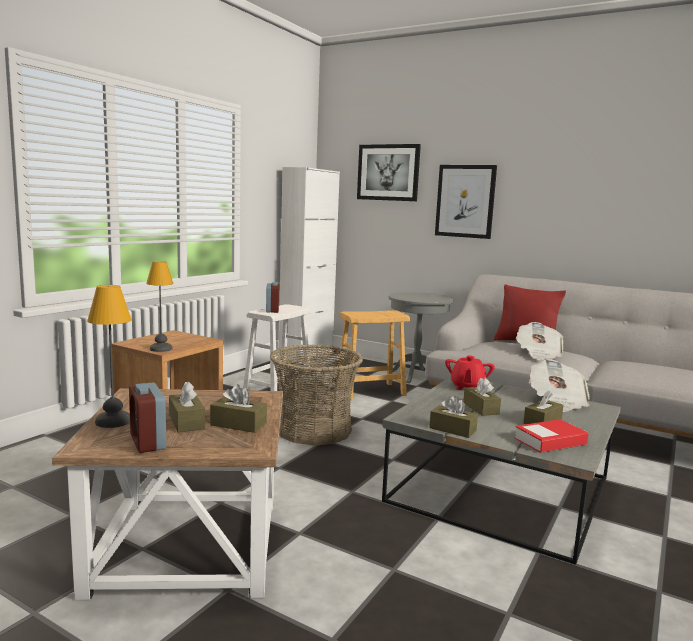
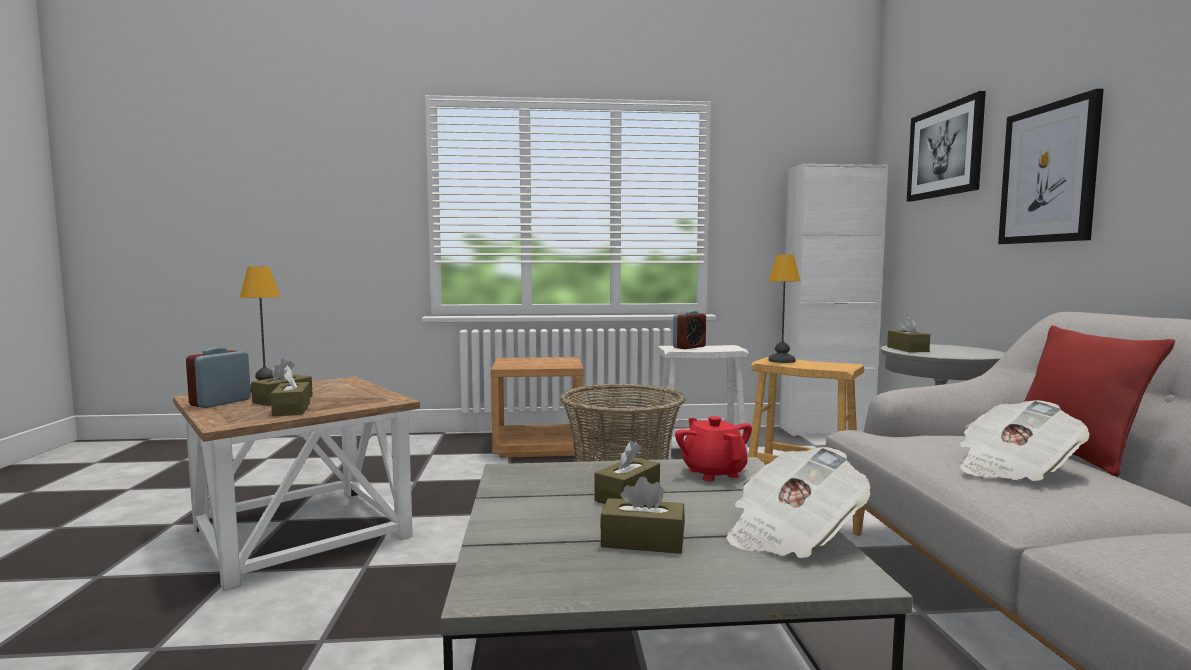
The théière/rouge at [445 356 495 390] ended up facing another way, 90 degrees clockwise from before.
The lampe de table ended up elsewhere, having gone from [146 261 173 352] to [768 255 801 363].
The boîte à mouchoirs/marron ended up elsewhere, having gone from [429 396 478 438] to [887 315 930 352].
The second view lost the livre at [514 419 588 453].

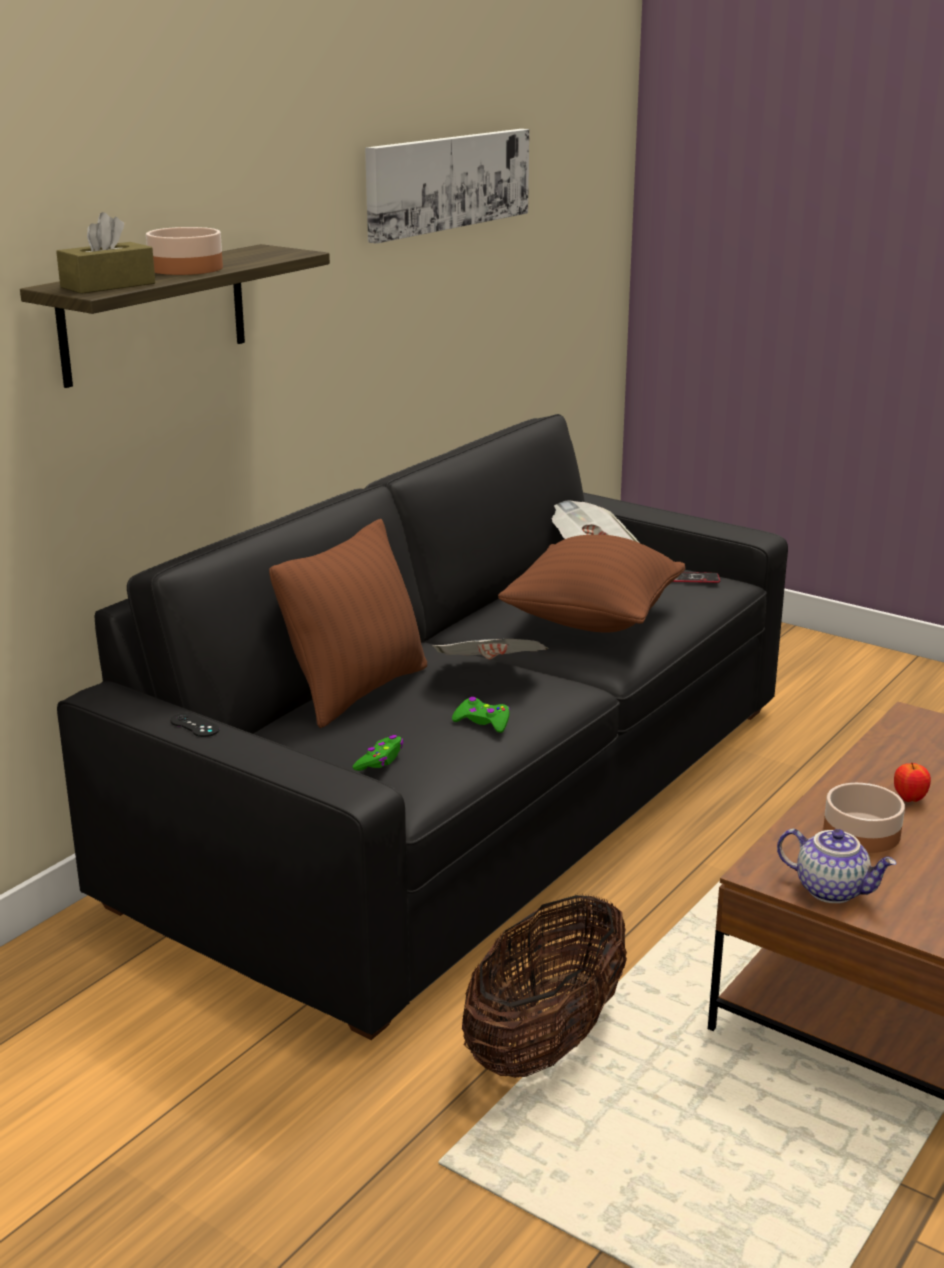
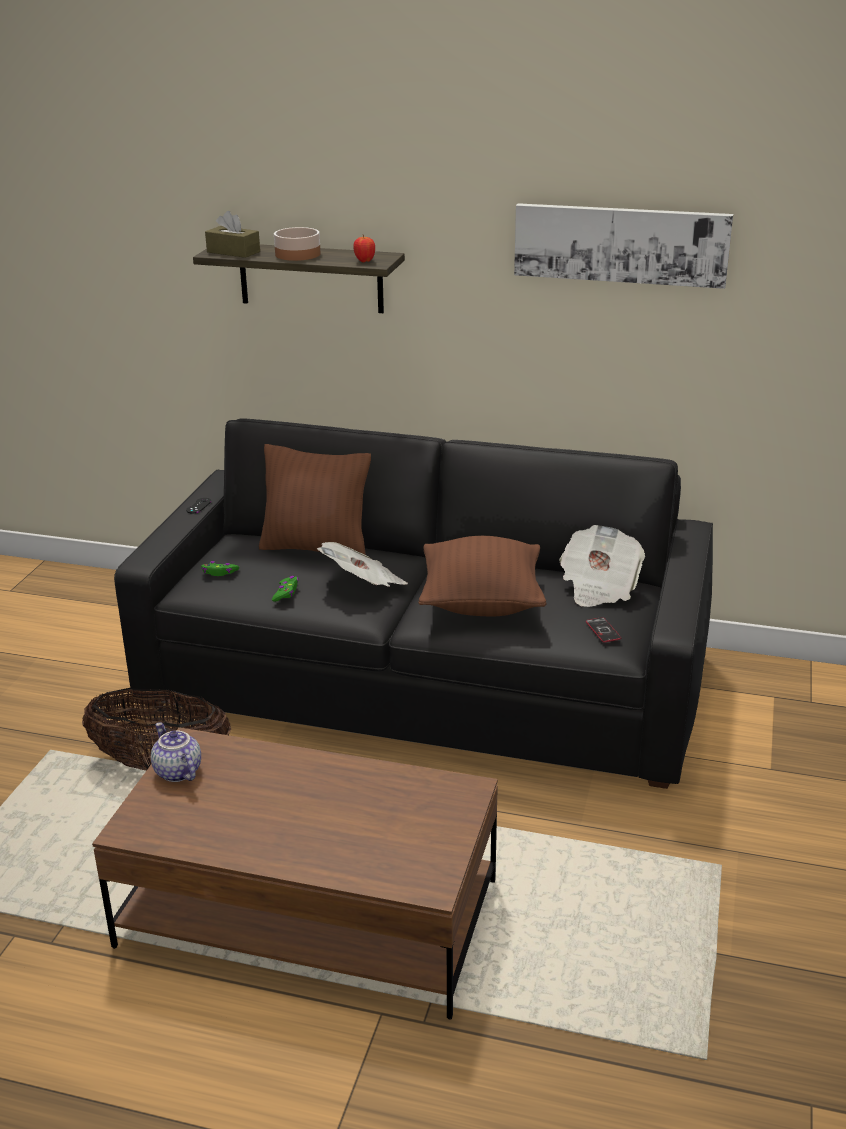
The théière at [777 829 897 903] ended up facing another way, 135 degrees clockwise from before.
The pomme ended up elsewhere, having gone from [894 763 931 802] to [353 235 375 262].
The second view lost the bol at [823 783 905 853].

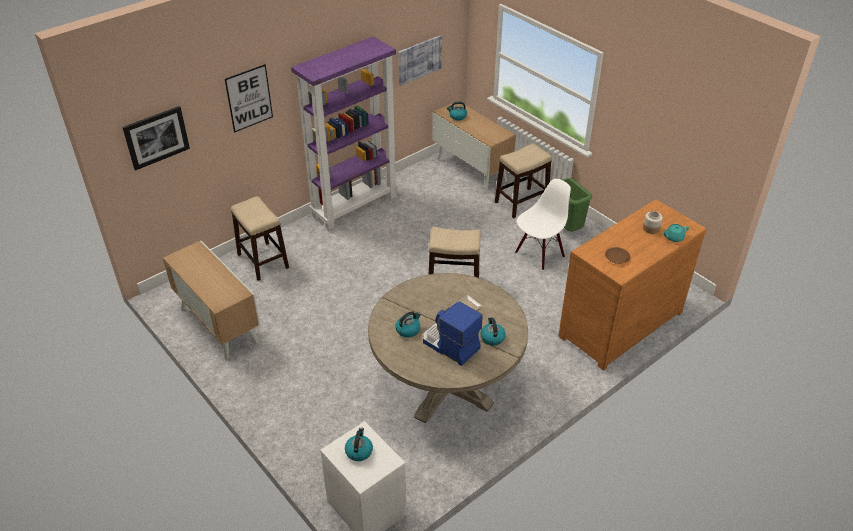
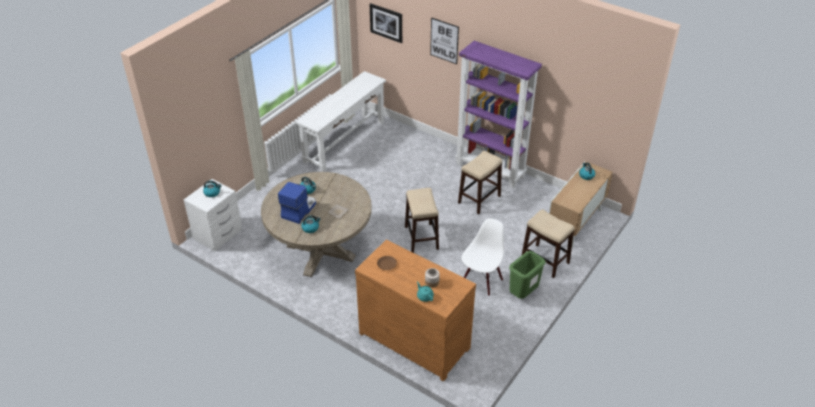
Where the meuble de rangement stood at [163 241 260 360], the table console/blanc came to stand at [296 71 386 172].
The tabouret ended up elsewhere, having gone from [231 196 289 281] to [458 151 502 214].
The chaise/blanc at [515 179 571 270] ended up facing another way, 90 degrees counterclockwise from before.
The second view lost the tableau at [398 35 442 85].

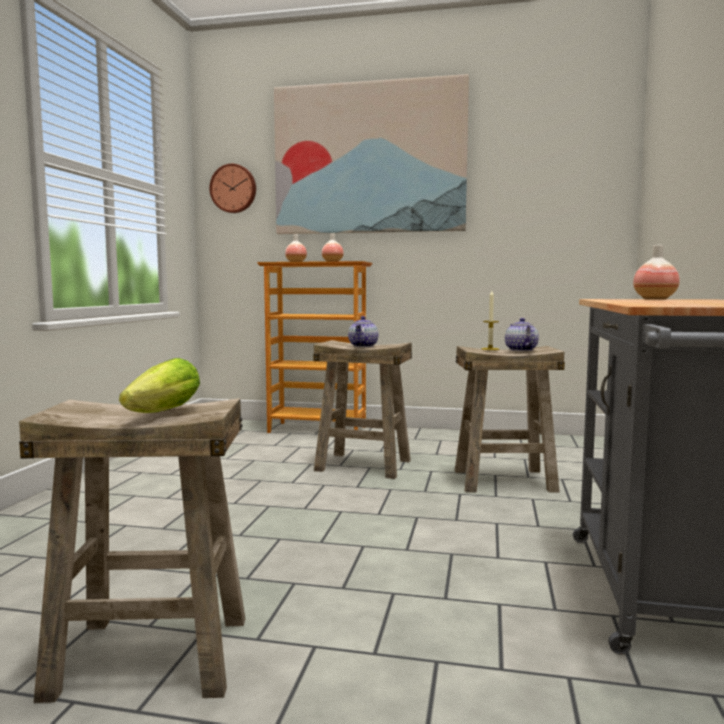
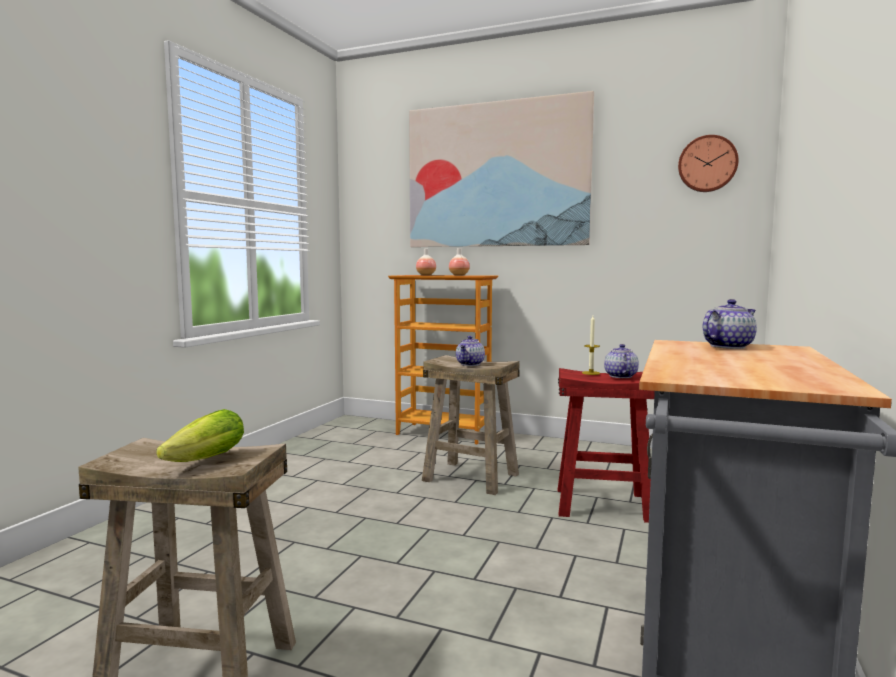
What was the tabouret/beige at [454 346 565 493] turned into the tabouret/rouge at [558 368 655 523].
The horloge murale ended up elsewhere, having gone from [209 164 256 213] to [678 135 739 192].
Where the vase stood at [633 245 680 300], the théière came to stand at [703 299 757 349].

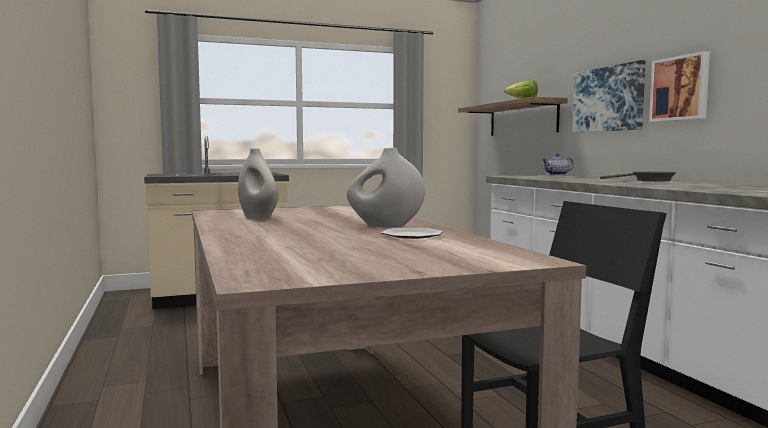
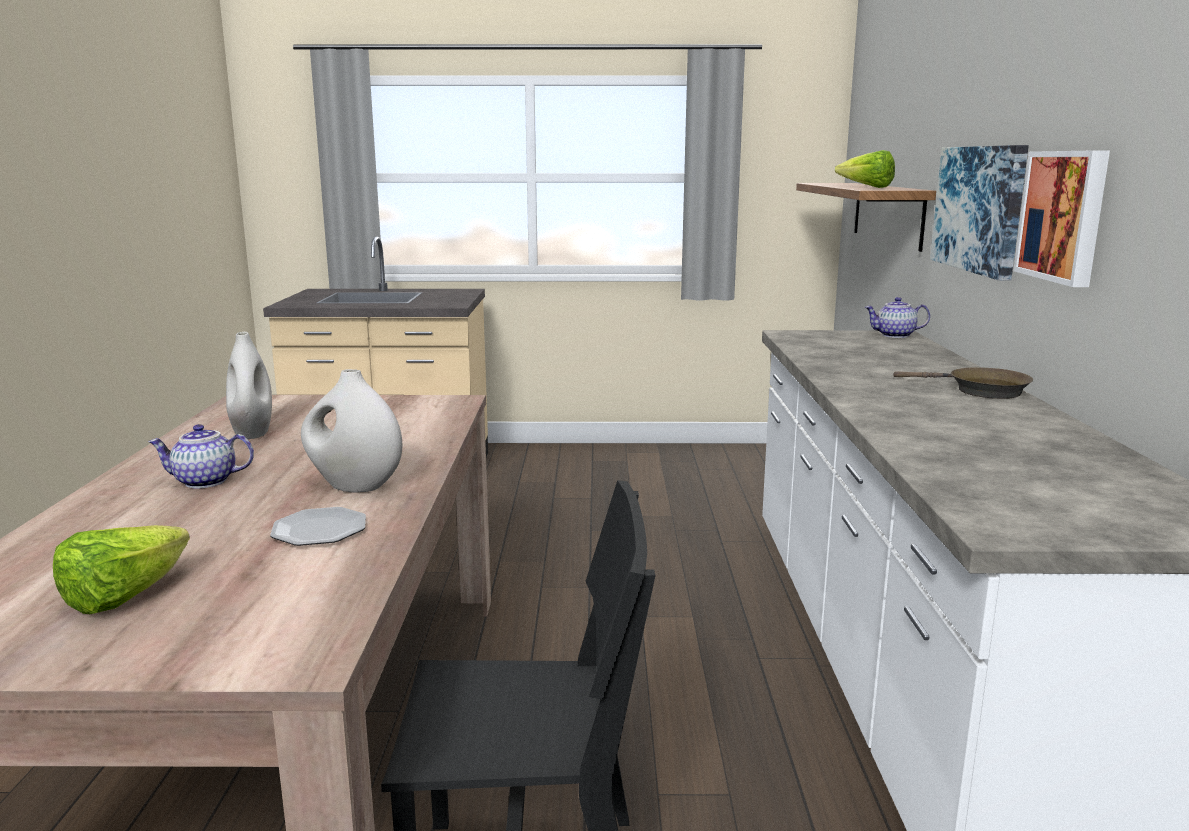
The second view gained the laitue at [53 525 190 614].
The second view gained the théière at [148 424 254 488].

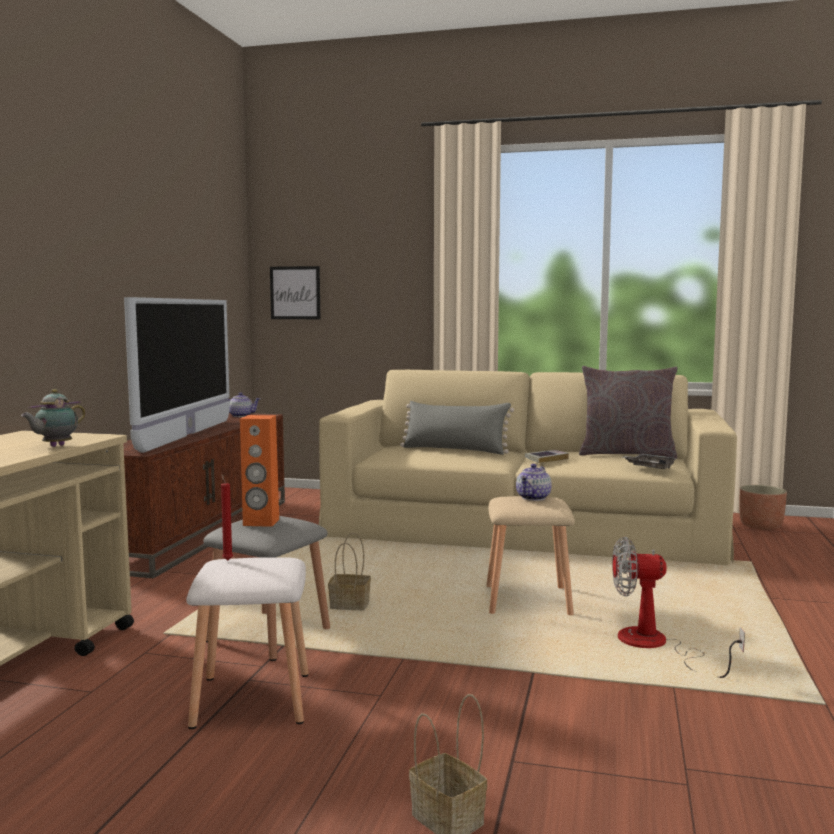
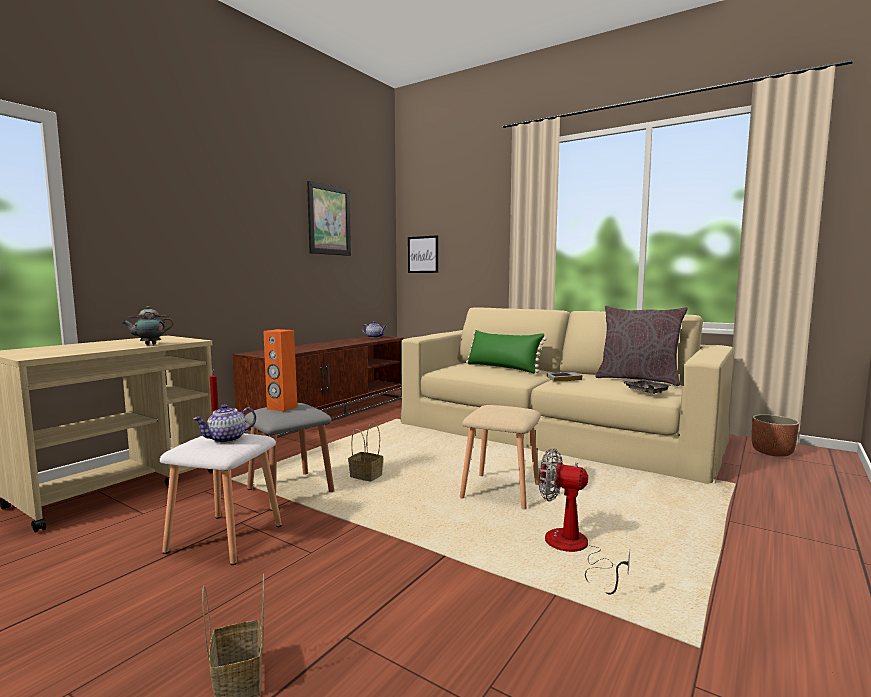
The théière ended up elsewhere, having gone from [516 464 552 501] to [193 404 256 443].
The second view gained the tableau at [307 181 351 256].
What was the coussin/gris at [400 401 514 455] turned into the coussin/vert at [466 330 547 374].
The second view lost the téléviseur at [124 297 230 453].

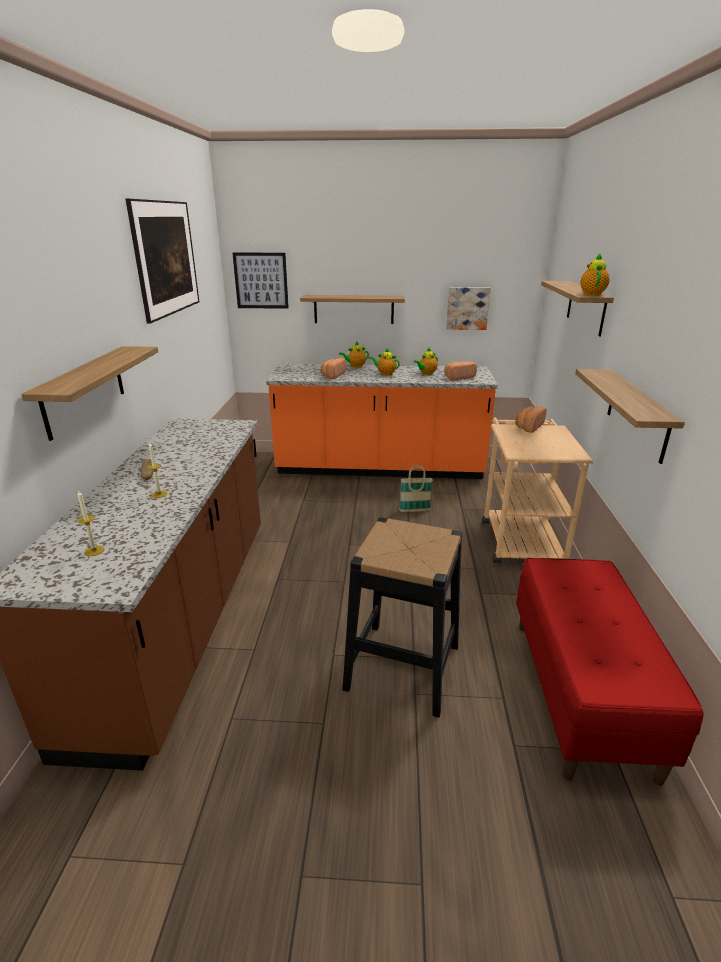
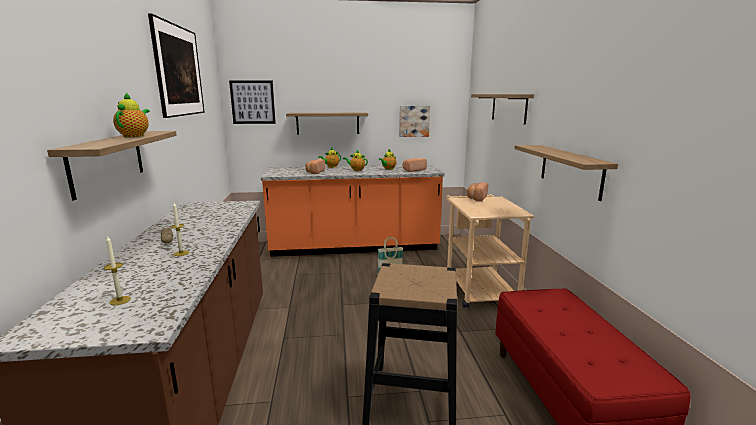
The théière ended up elsewhere, having gone from [580 254 610 295] to [113 93 150 137].

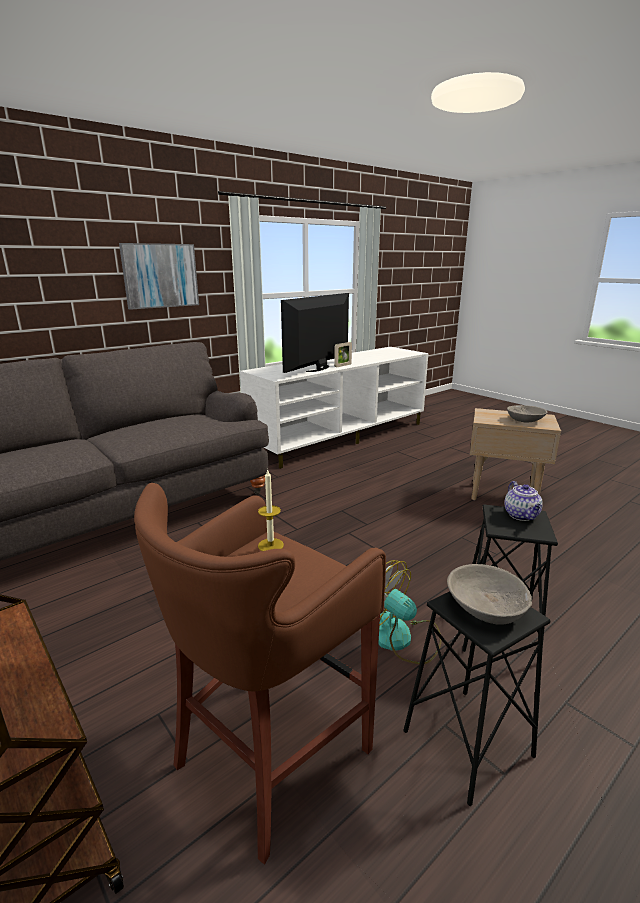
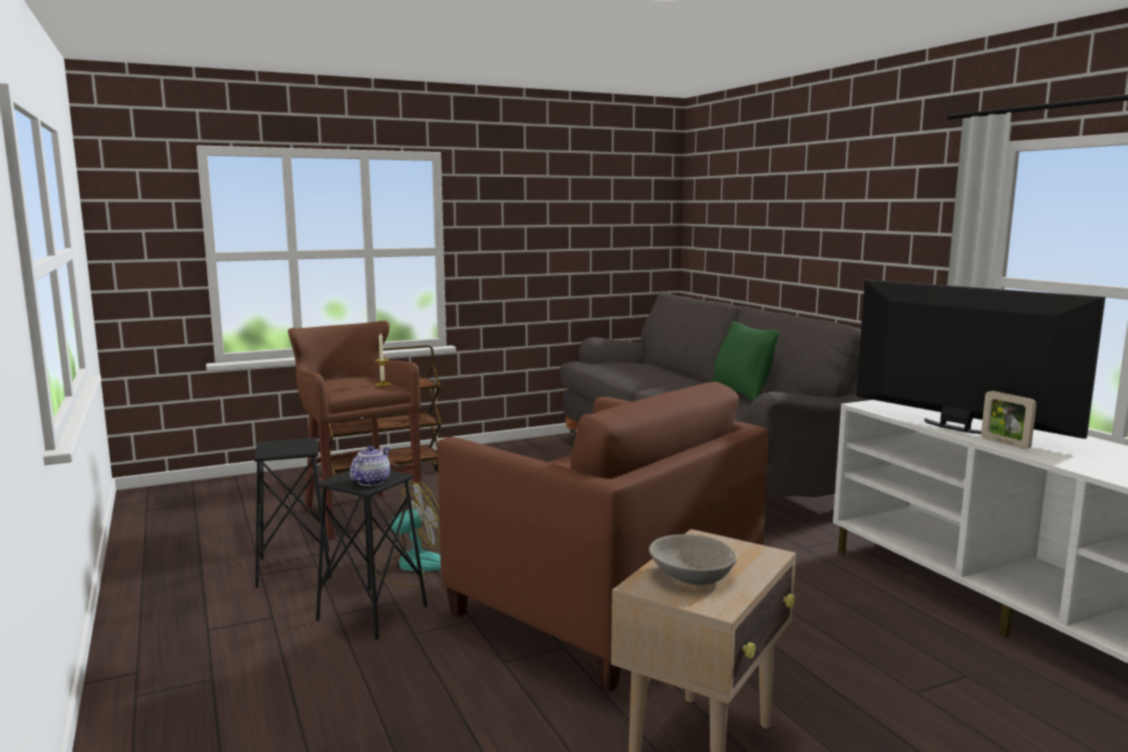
The théière at [504 481 543 521] ended up facing another way, 105 degrees clockwise from before.
The second view gained the fauteuil/marron at [438 382 768 692].
The second view gained the coussin/vert at [712 321 780 401].
The second view lost the tableau at [119 243 199 310].
The second view lost the bol/gris at [447 564 532 624].

